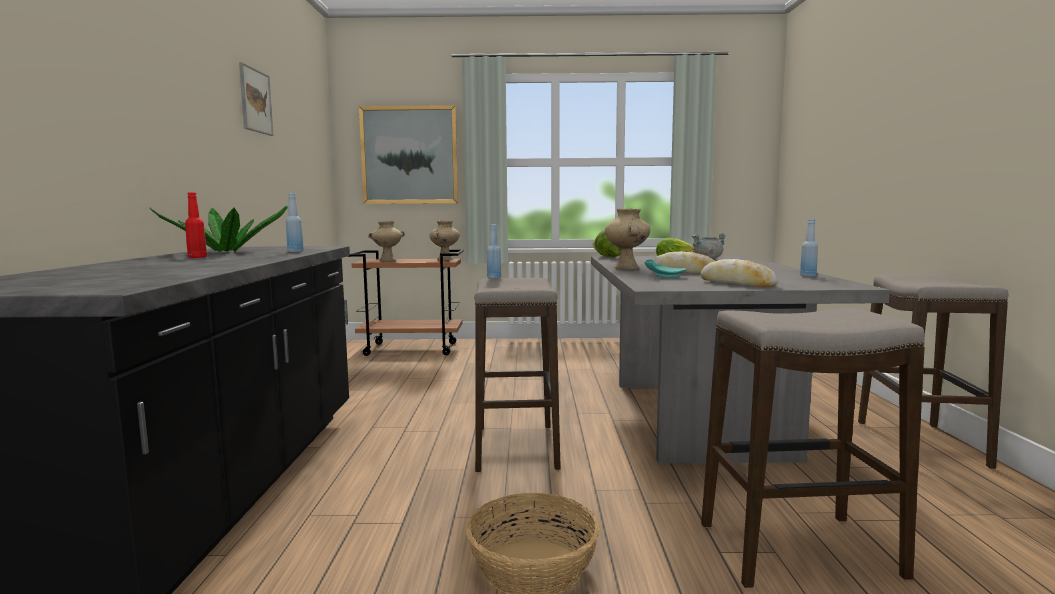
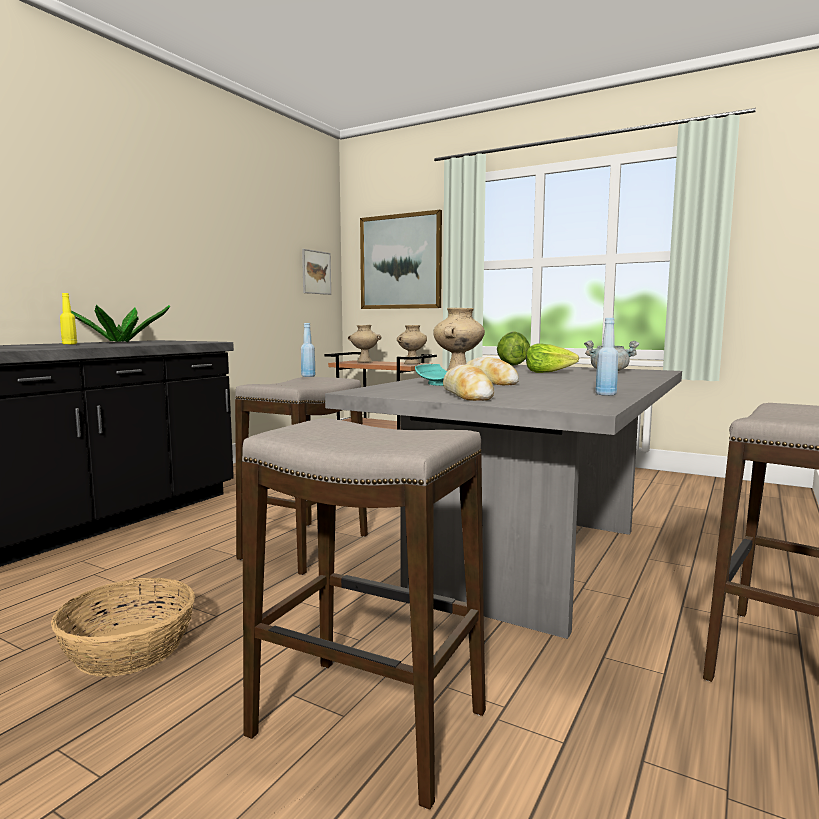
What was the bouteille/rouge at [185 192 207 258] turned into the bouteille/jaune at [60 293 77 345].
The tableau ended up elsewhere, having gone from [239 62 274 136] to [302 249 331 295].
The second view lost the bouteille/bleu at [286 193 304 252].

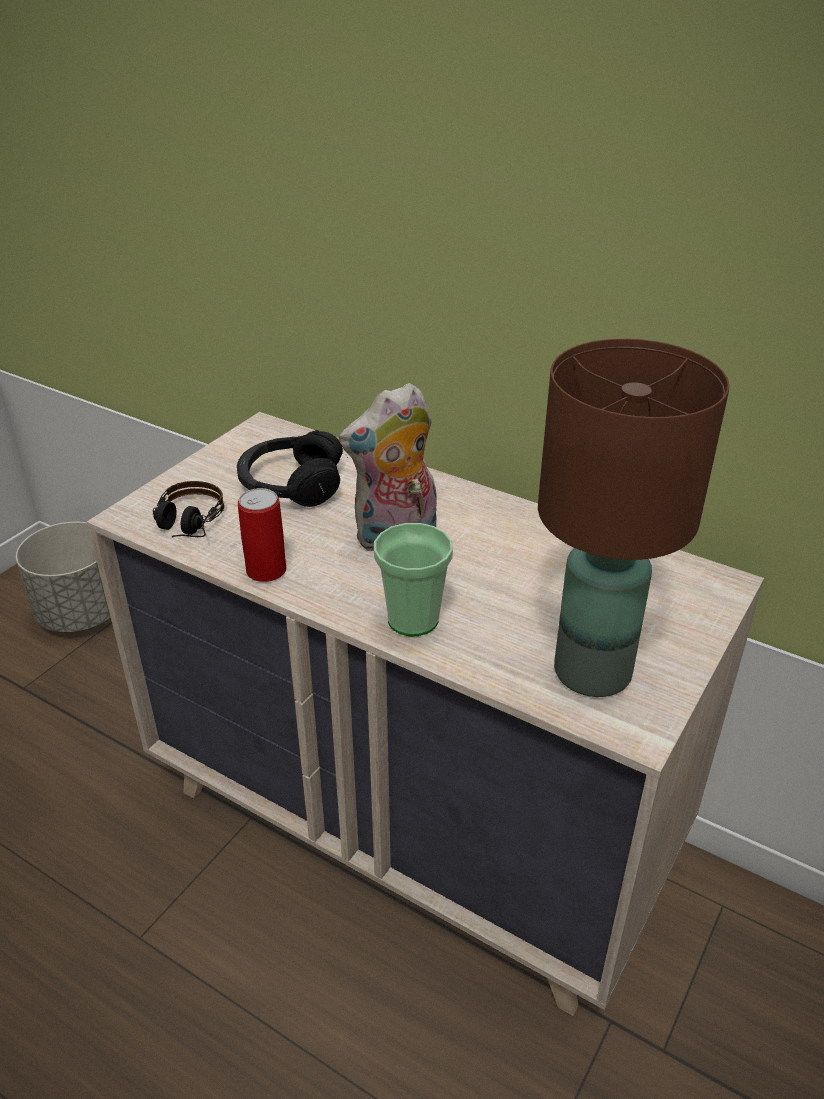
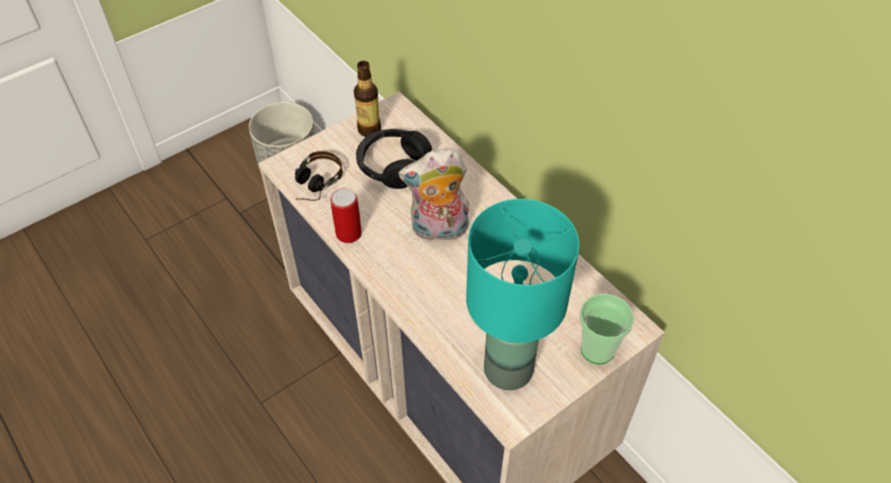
The second view gained the bouteille at [354 61 381 137].
What was the lampe de table/marron at [538 339 730 697] turned into the lampe de table/turquoise at [466 199 580 390].
The tasse ended up elsewhere, having gone from [374 523 453 636] to [579 294 634 364].

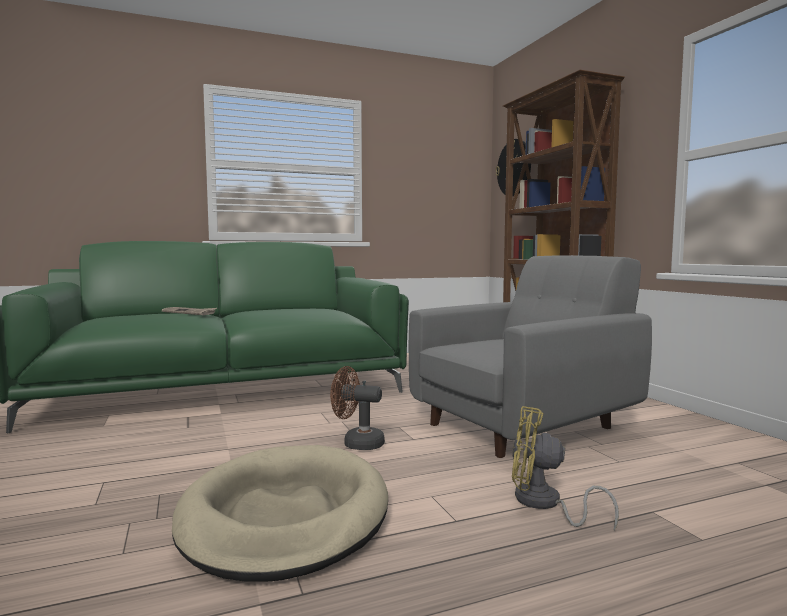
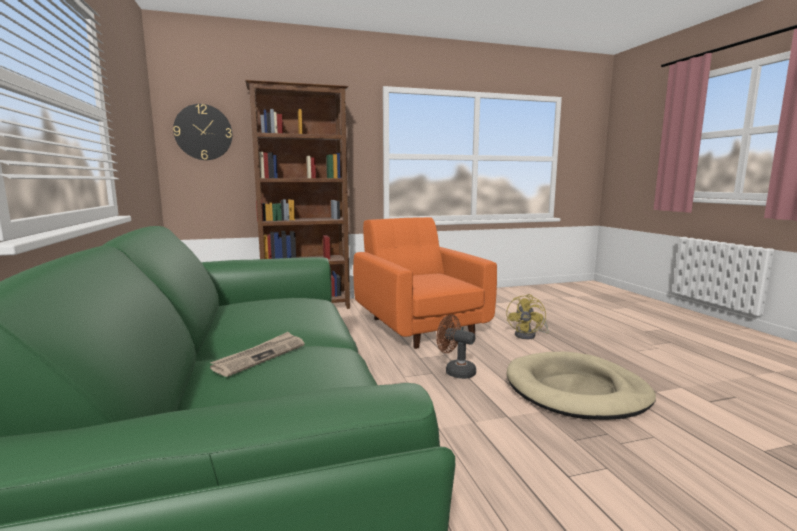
What was the fauteuil/gris at [409 255 652 458] turned into the fauteuil/orange at [353 217 497 349].
The ventilateur/marron at [330 366 385 450] ended up facing another way, 105 degrees clockwise from before.

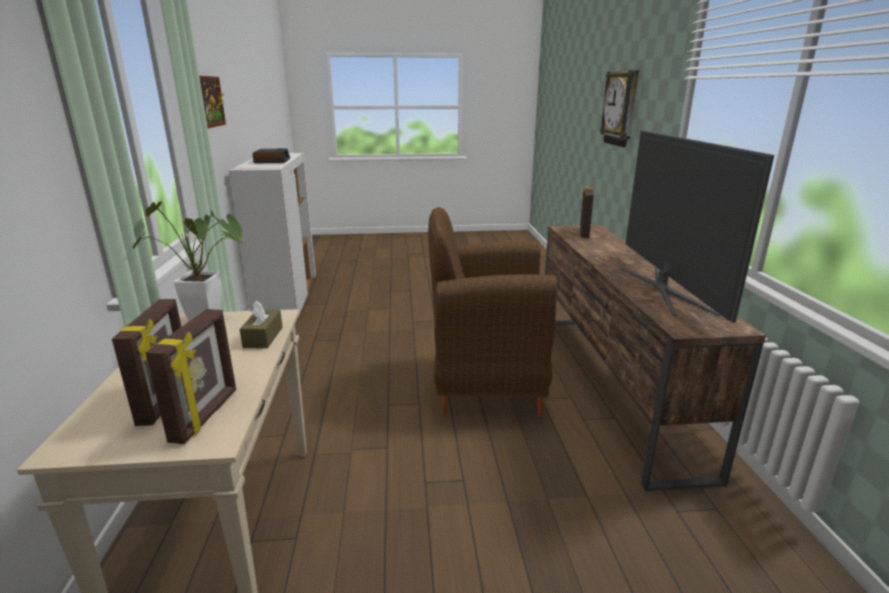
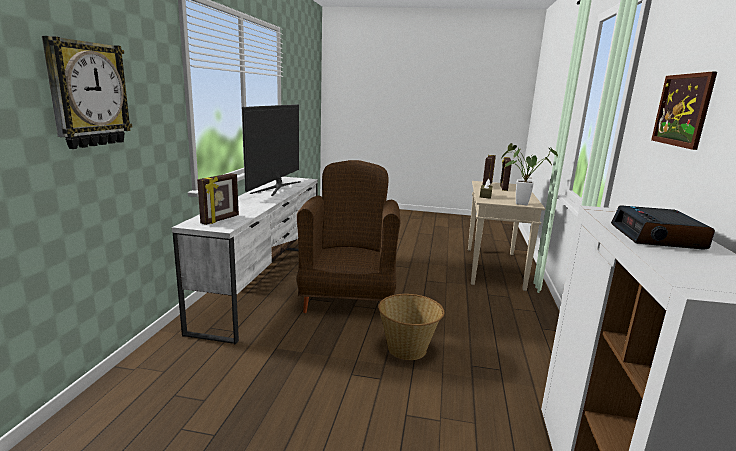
What was the meuble télé/marron at [545 225 766 492] turned into the meuble télé/blanc at [172 177 318 345].
The fauteuil/marron at [428 207 557 417] ended up facing another way, 105 degrees counterclockwise from before.
The second view gained the panier at [378 294 444 360].

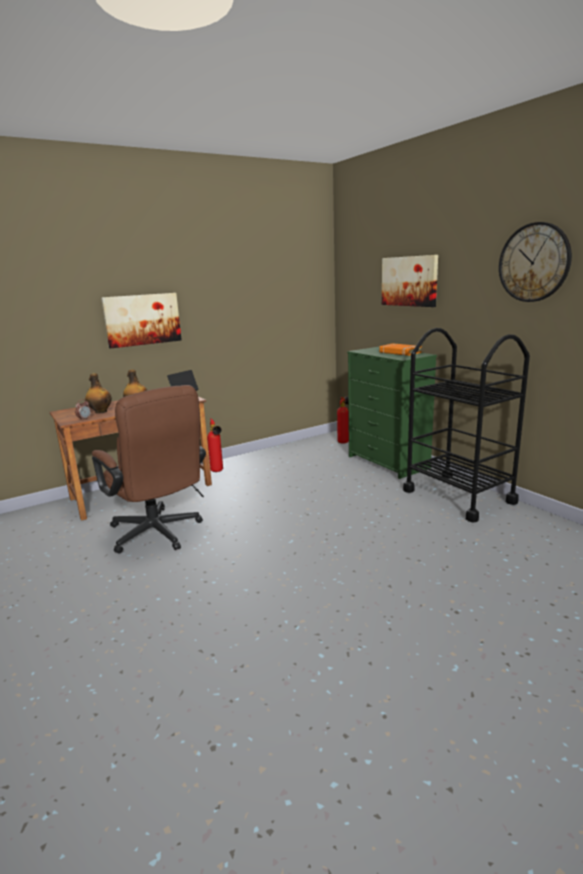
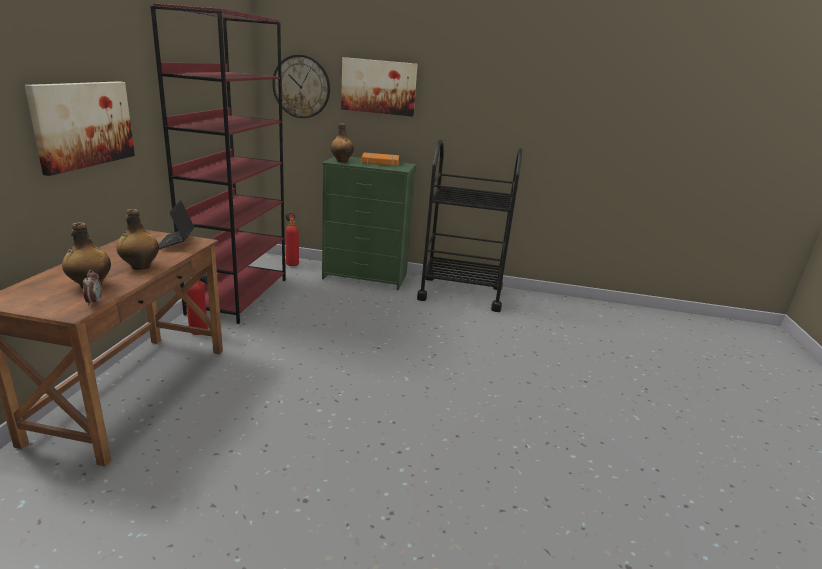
The second view gained the bibliothèque/rouge at [150 3 285 324].
The horloge murale ended up elsewhere, having gone from [499 222 572 302] to [272 55 330 118].
The second view gained the bouteille at [330 123 354 163].
The second view lost the chaise de bureau/marron at [92 385 206 553].

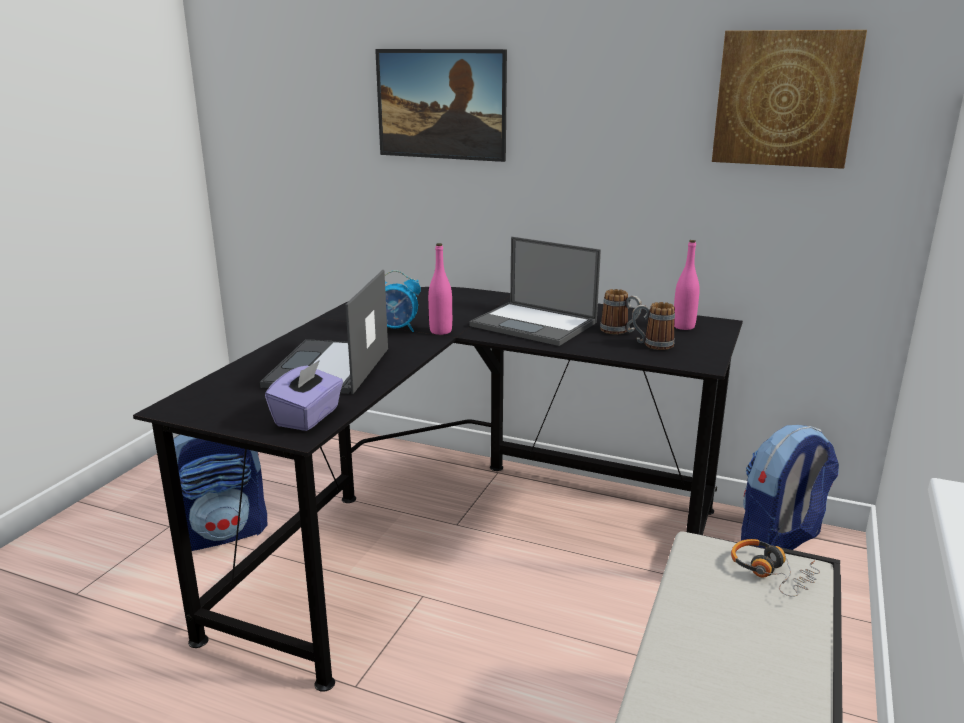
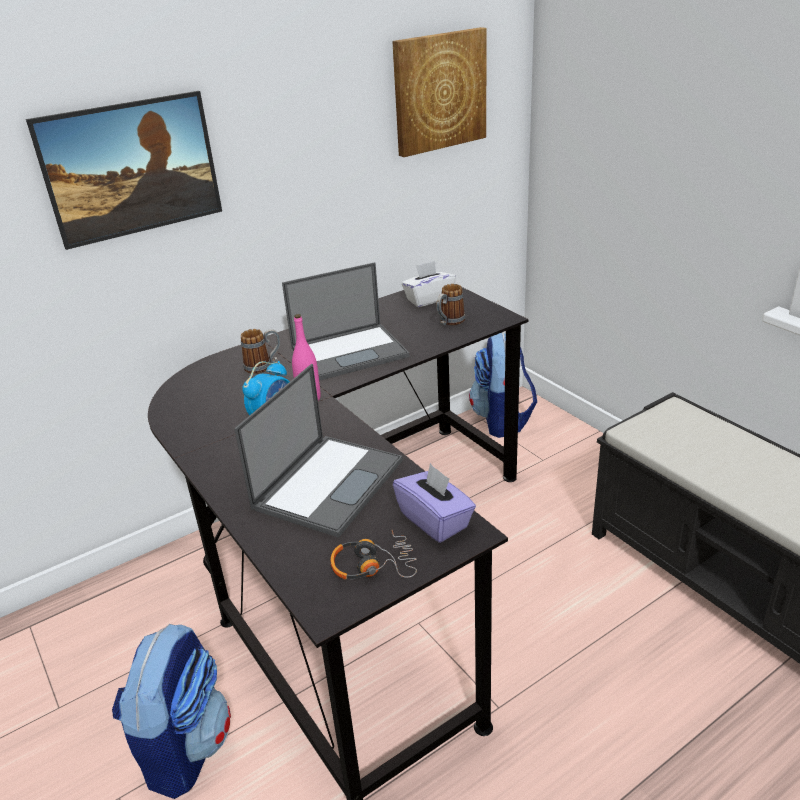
The ordinateur portable at [260 270 388 394] ended up facing another way, 105 degrees counterclockwise from before.
The mug ended up elsewhere, having gone from [600 289 642 335] to [241 329 280 374].
The casque audio ended up elsewhere, having gone from [731 539 820 597] to [330 530 417 580].
Where the bouteille/rose stood at [674 240 700 330], the boîte à mouchoirs/blanc came to stand at [401 261 456 307].

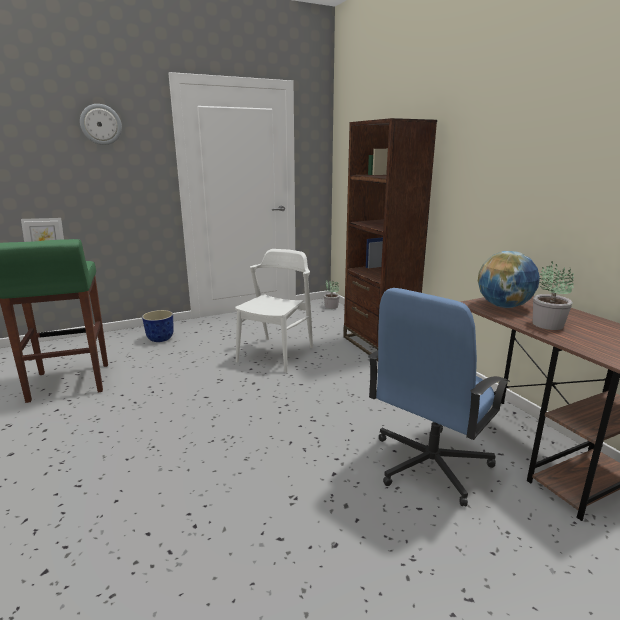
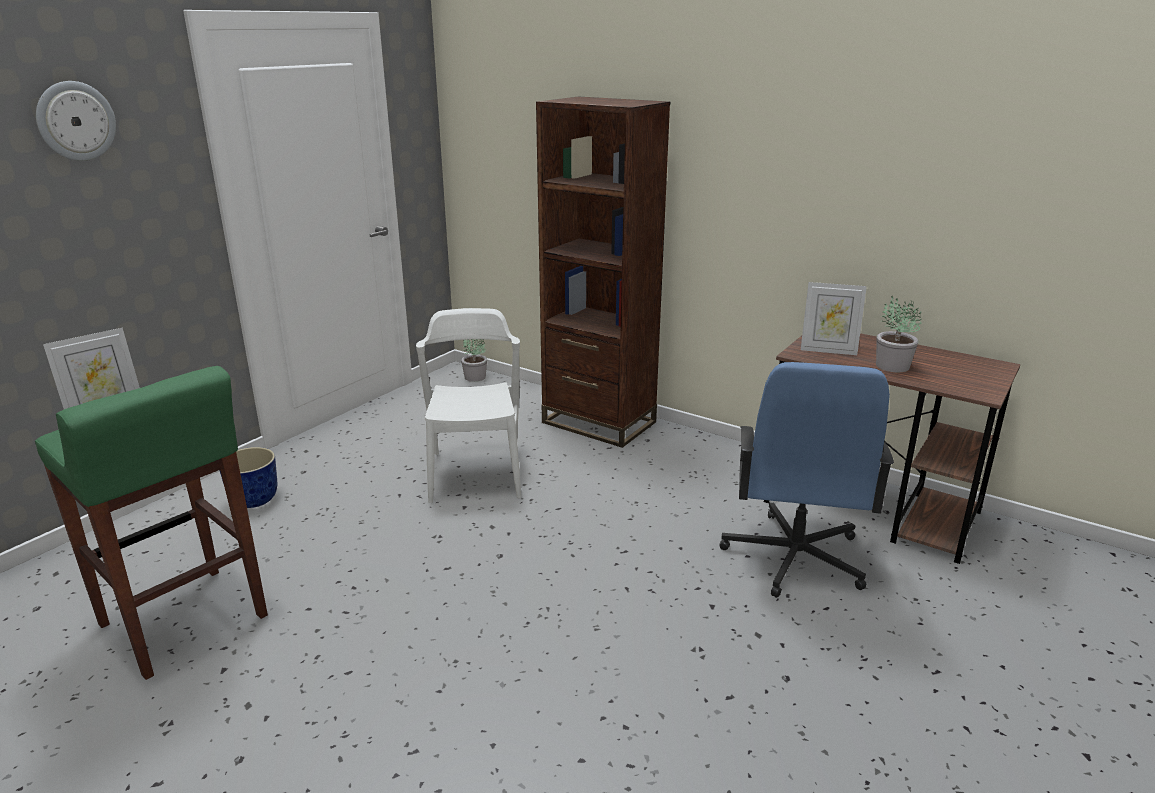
Where the globe stood at [478 251 540 308], the cadre photo came to stand at [801 282 867 355].

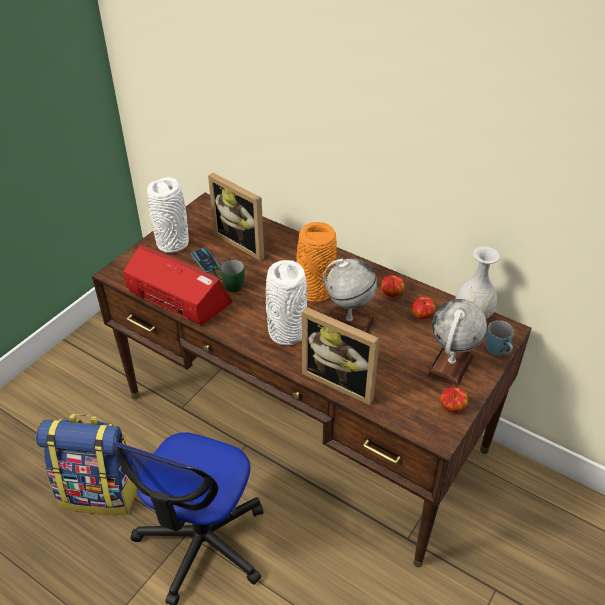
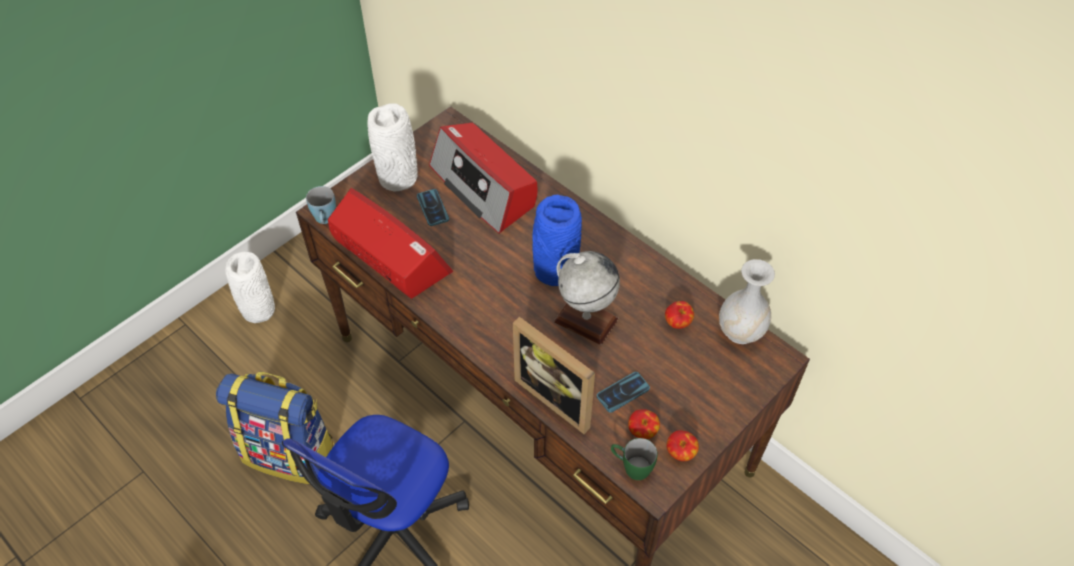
The vase/blanc ended up elsewhere, having gone from [266 260 307 345] to [225 252 275 323].
The mug/bleu ended up elsewhere, having gone from [486 320 514 355] to [306 186 336 224].
Where the cadre photo stood at [208 173 264 261], the radio came to stand at [429 123 538 234].
What was the vase/orange at [296 222 337 303] turned into the vase/bleu at [532 195 582 286].
The second view gained the téléphone at [597 372 650 413].
The mug/vert ended up elsewhere, having gone from [212 260 245 292] to [611 438 658 480].
The pomme ended up elsewhere, having gone from [381 275 404 297] to [628 409 660 439].
The second view lost the globe at [427 299 487 387].

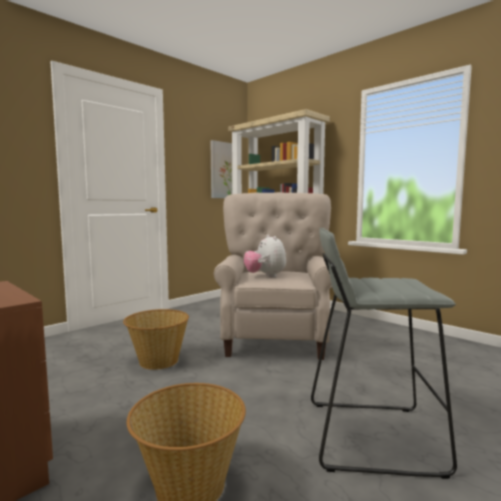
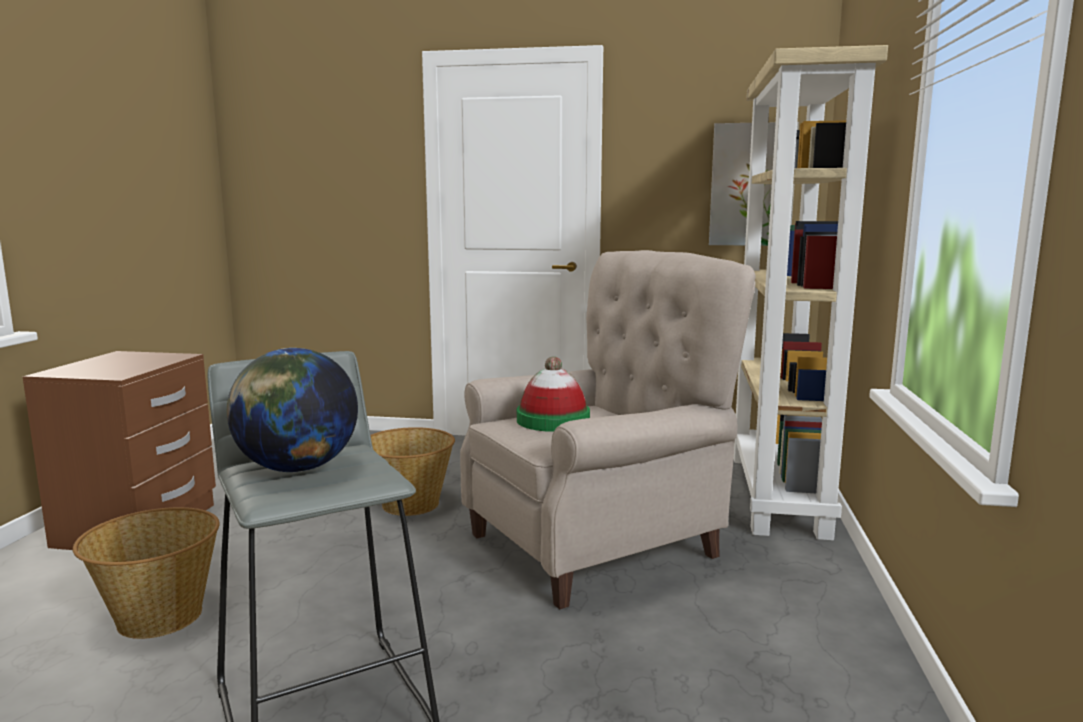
The second view gained the globe at [227 348 358 472].
Where the peluche stood at [244 235 286 277], the chapeau came to stand at [517 356 590 432].

